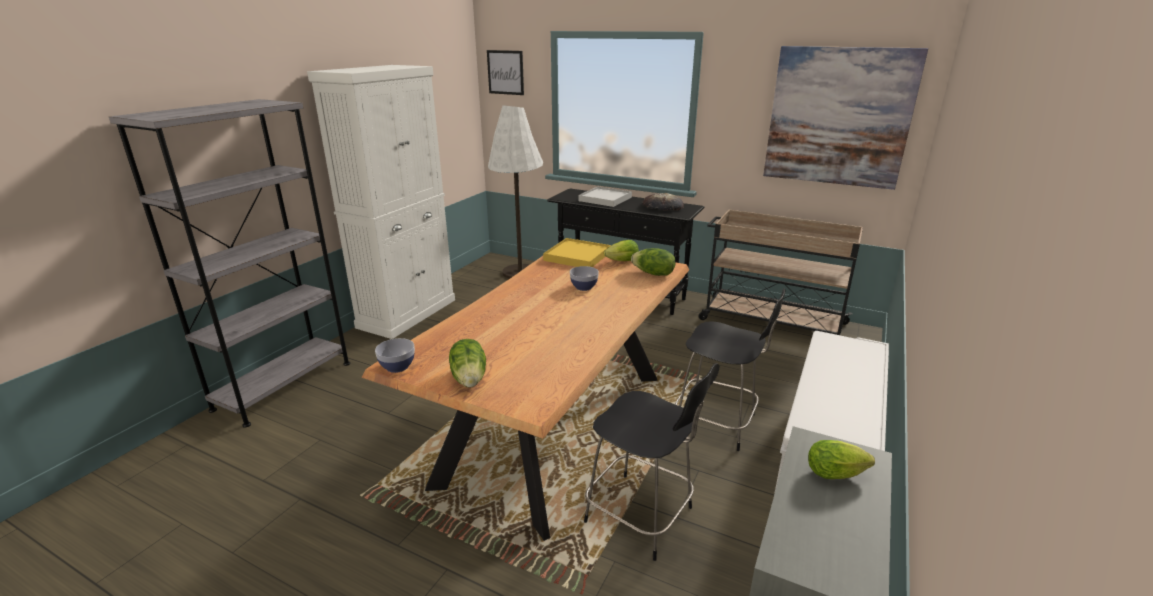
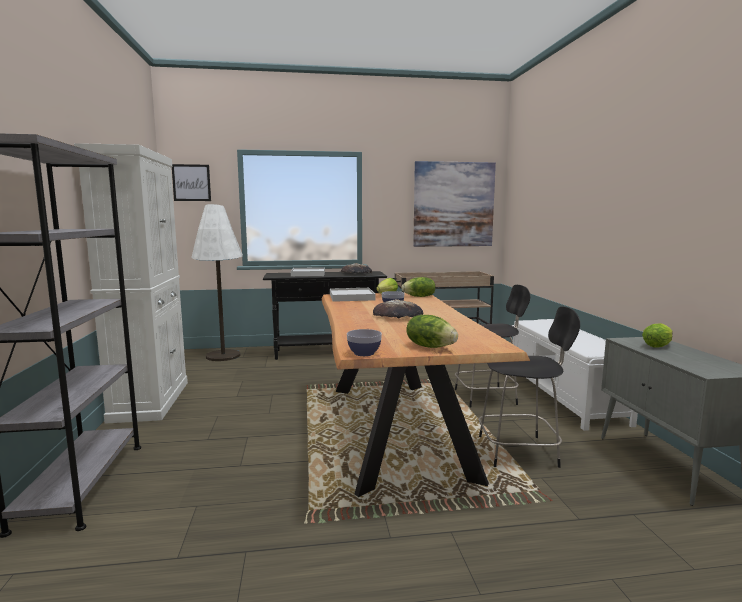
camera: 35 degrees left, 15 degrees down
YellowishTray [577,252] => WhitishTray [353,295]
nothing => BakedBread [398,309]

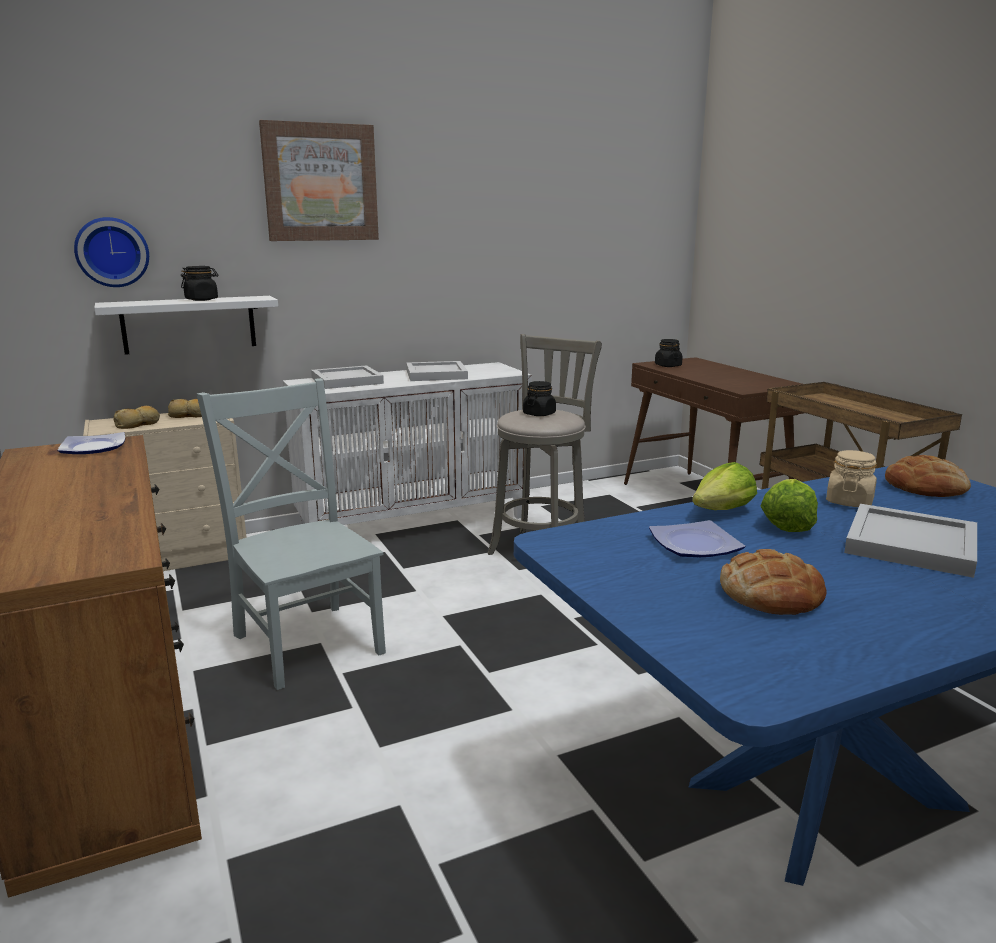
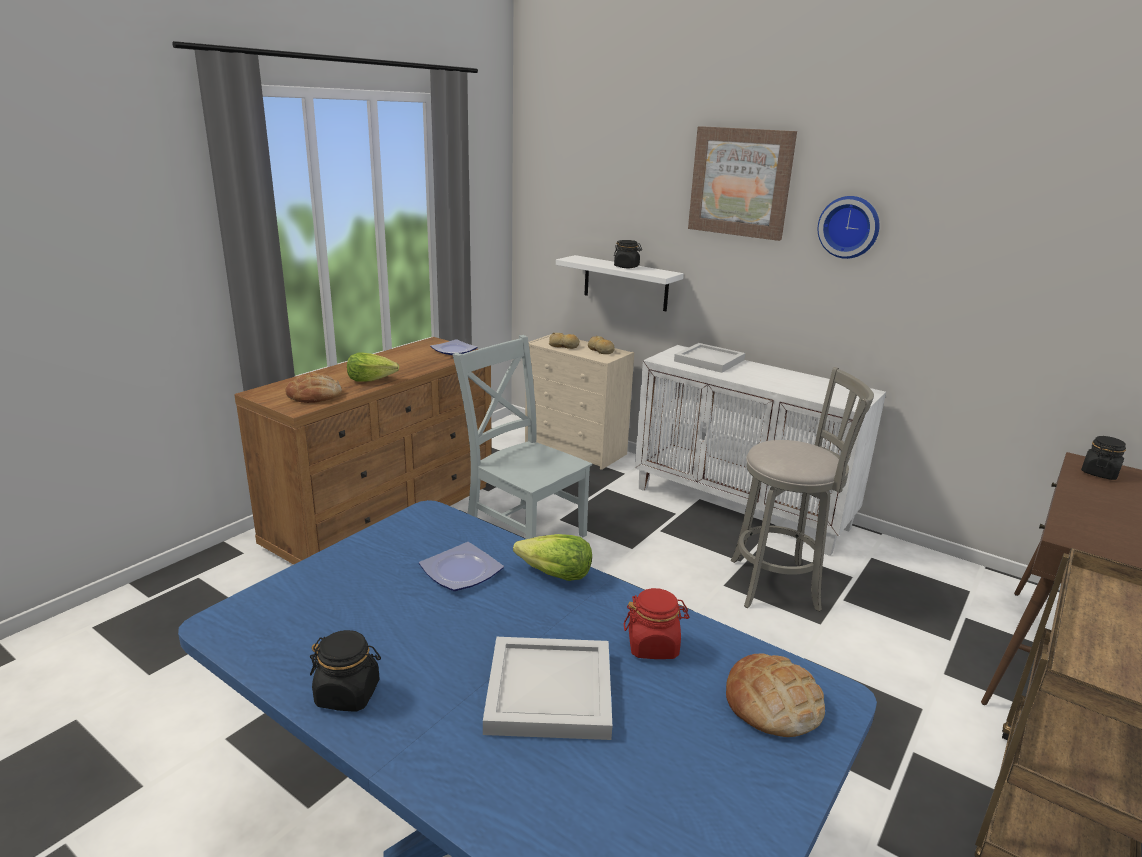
camera: 60 degrees right, 5 degrees up
BakedBread [773,582] => BakedBread [313,388], relocated
BlackishJar [539,398] => BlackishJar [345,671], relocated
Lettuce [789,505] => Lettuce [373,367], relocated
GreyChair [291,534] => GreyChair [522,437], 75 degrees counterclockwise
BeigeJar [851,478] => ReddishJar [656,623]
HangingClock [111,252] => HangingClock [849,227], relocated
WhitishTray [437,371] => nothing

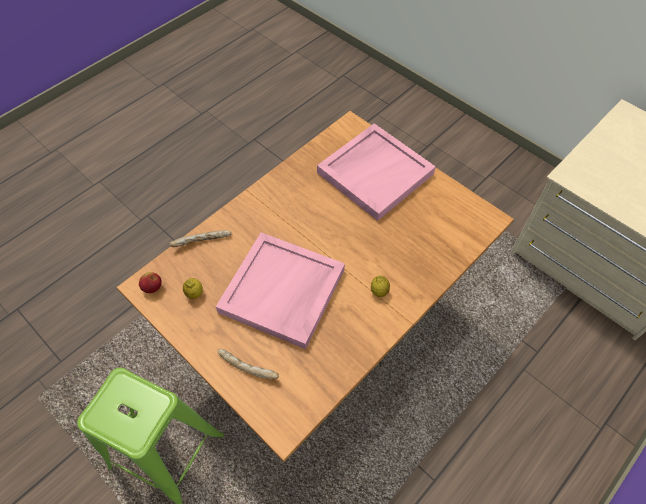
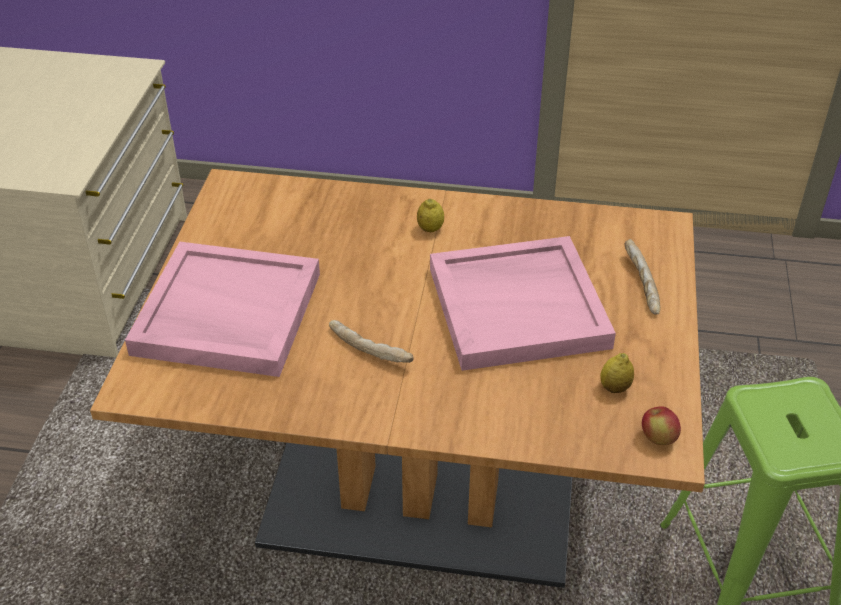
camera: 125 degrees left, 15 degrees down
BakedBread [201,238] => BakedBread [371,341], relocated

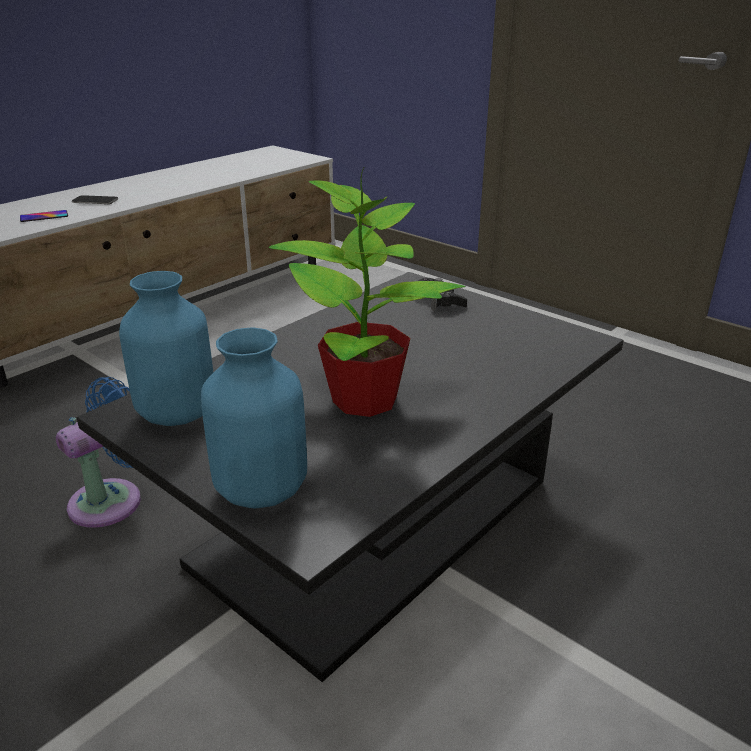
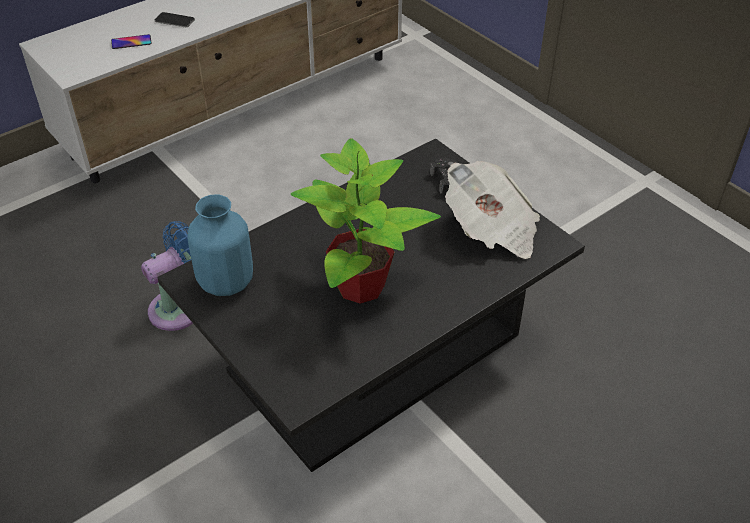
camera: 10 degrees right, 15 degrees up
nothing => Newspaper [492,210]
BluishFlowerVase [254,418] => nothing

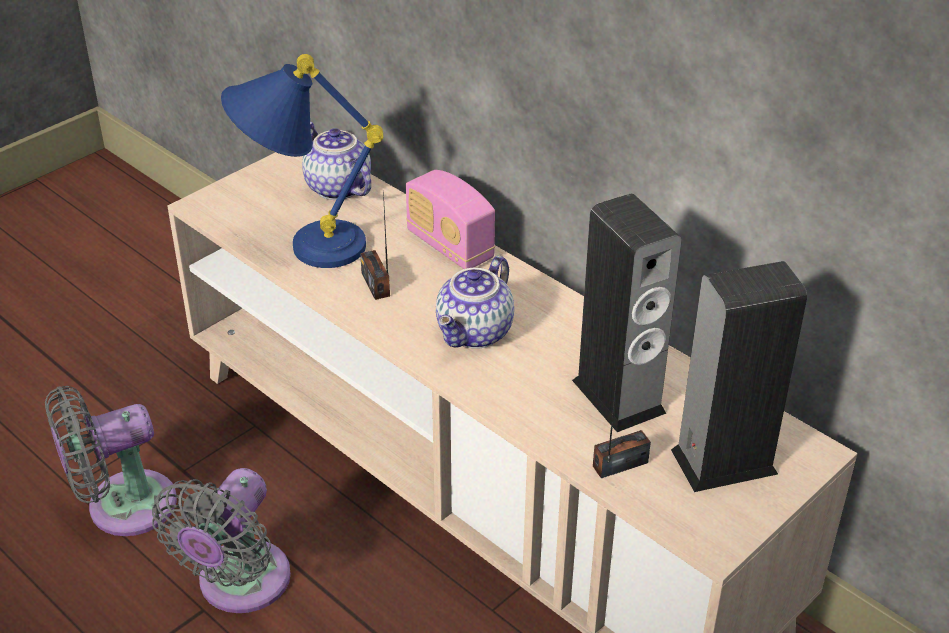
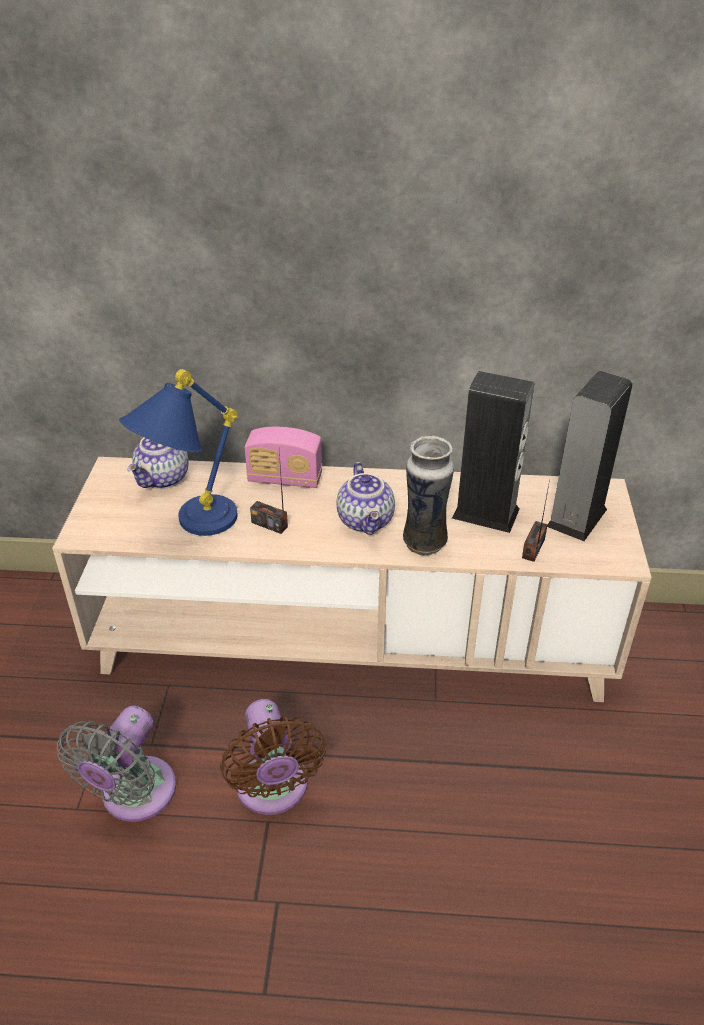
camera: 40 degrees left, 0 degrees up
TeaPot [336,161] => TeaPot [158,463], 75 degrees counterclockwise
GreyFan [221,540] => BrownishFan [273,757]
nothing => FlowerVase [428,495]

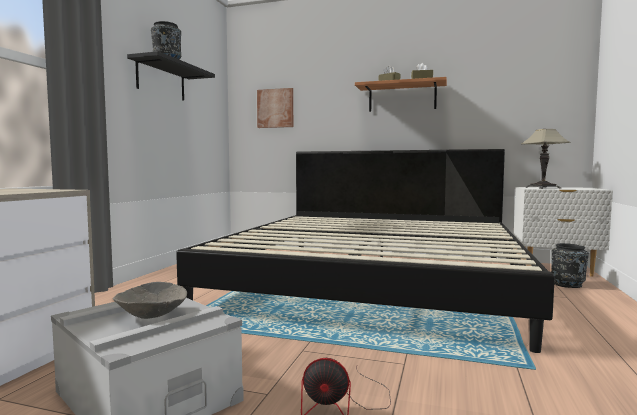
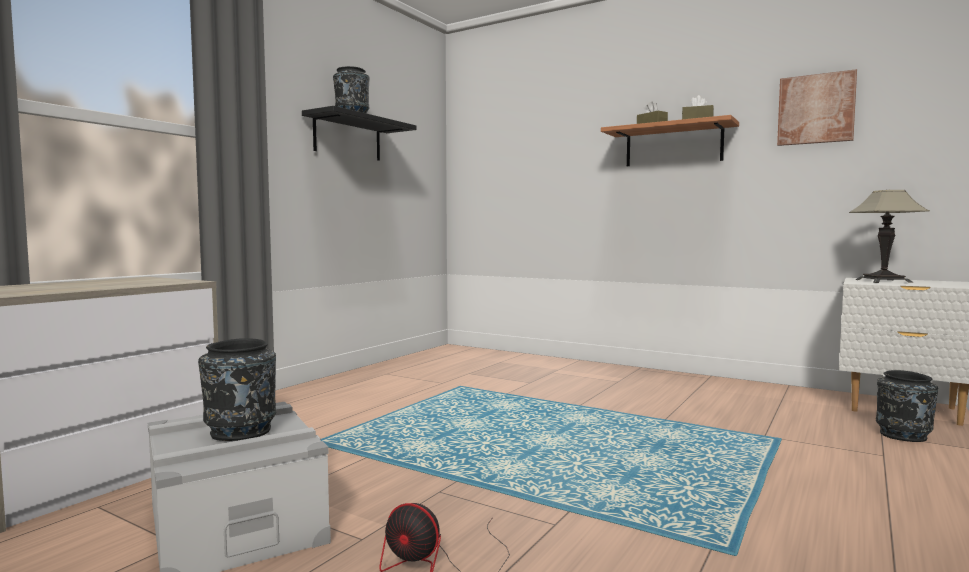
camera: 15 degrees right, 0 degrees up
GreyServingBowl [150,300] => BlackishFlowerVase [237,389]
WallArt [275,108] => WallArt [817,107], relocated
Bed [365,251] => nothing

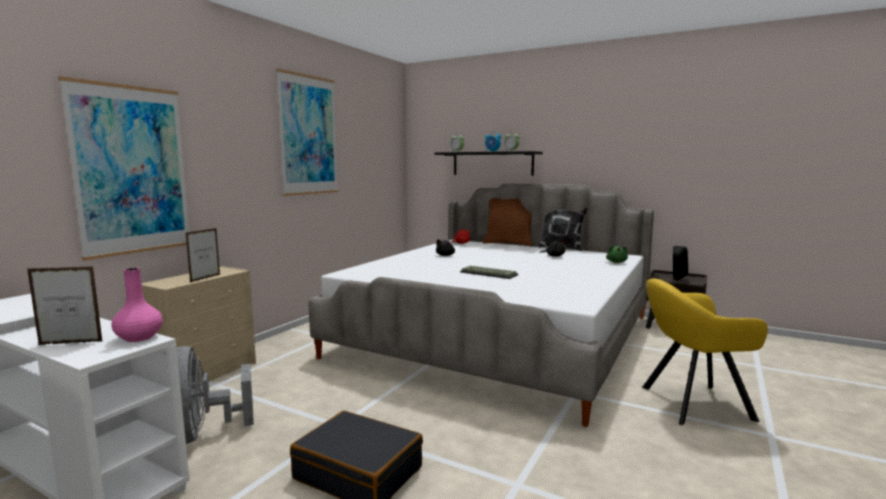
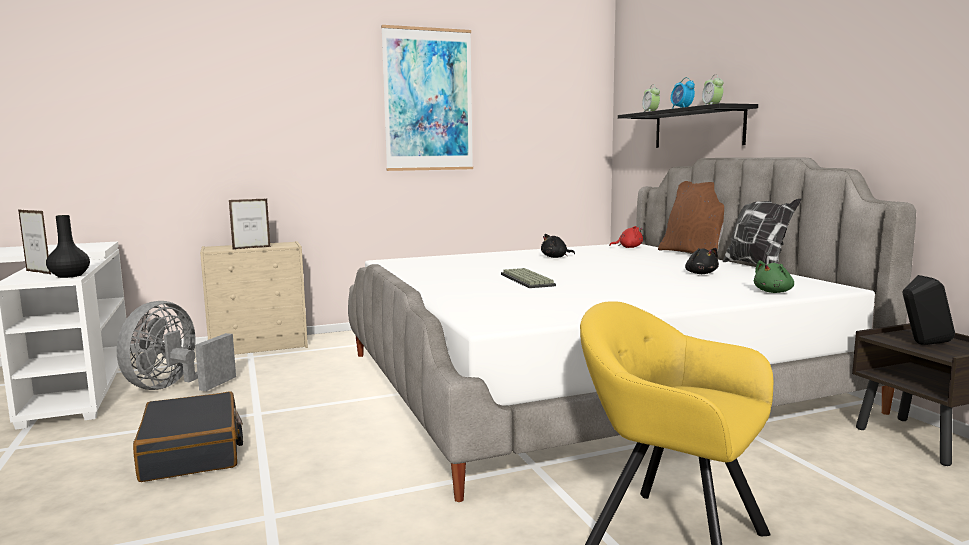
camera: 40 degrees right, 0 degrees up
PinkColouredFlowerVase [137,305] => BlackishFlowerVase [68,246]
WallArt [124,168] => nothing

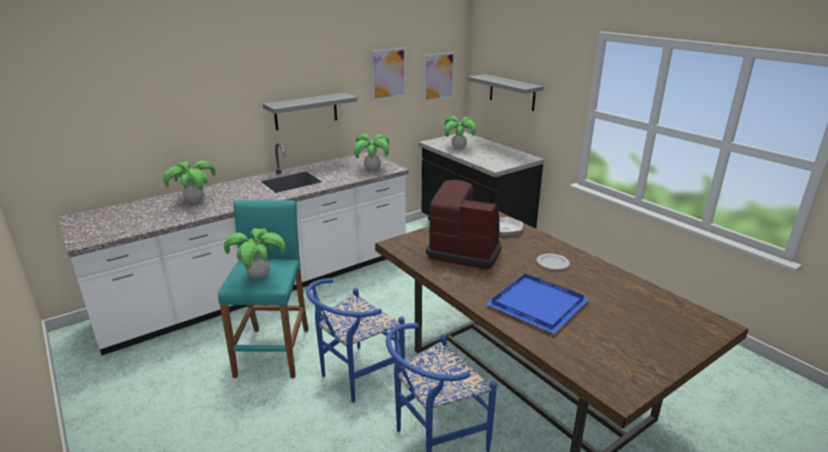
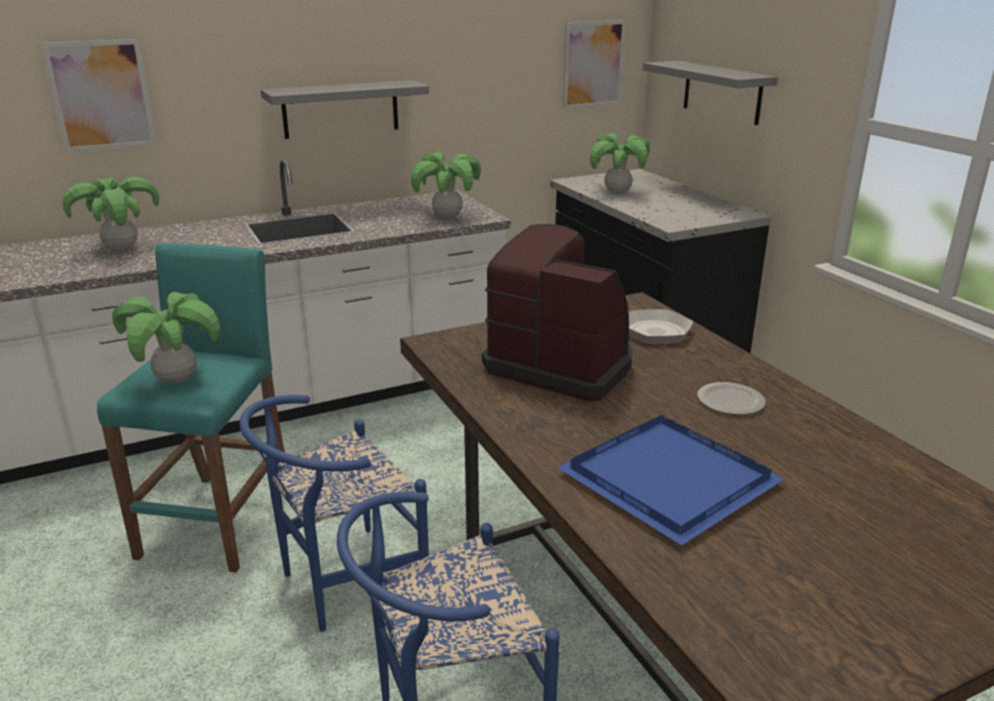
camera: 10 degrees right, 0 degrees up
WallArt [388,74] => WallArt [99,95], relocated

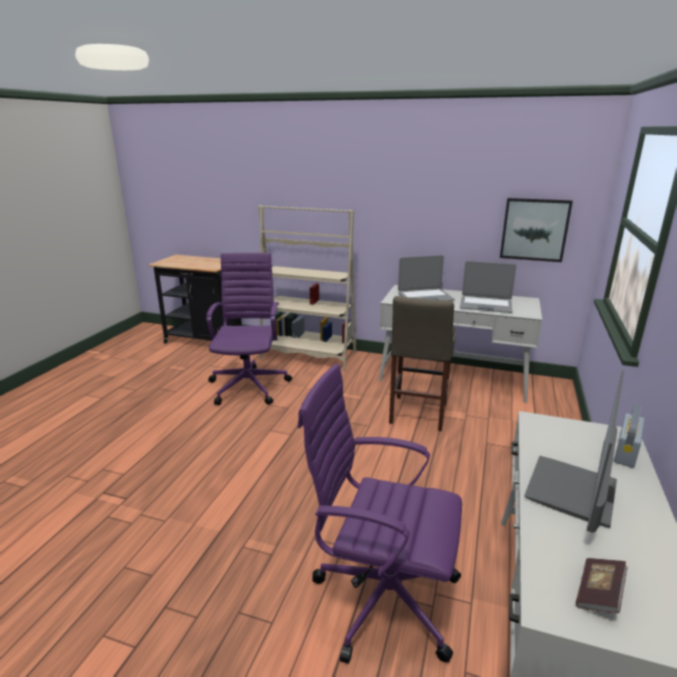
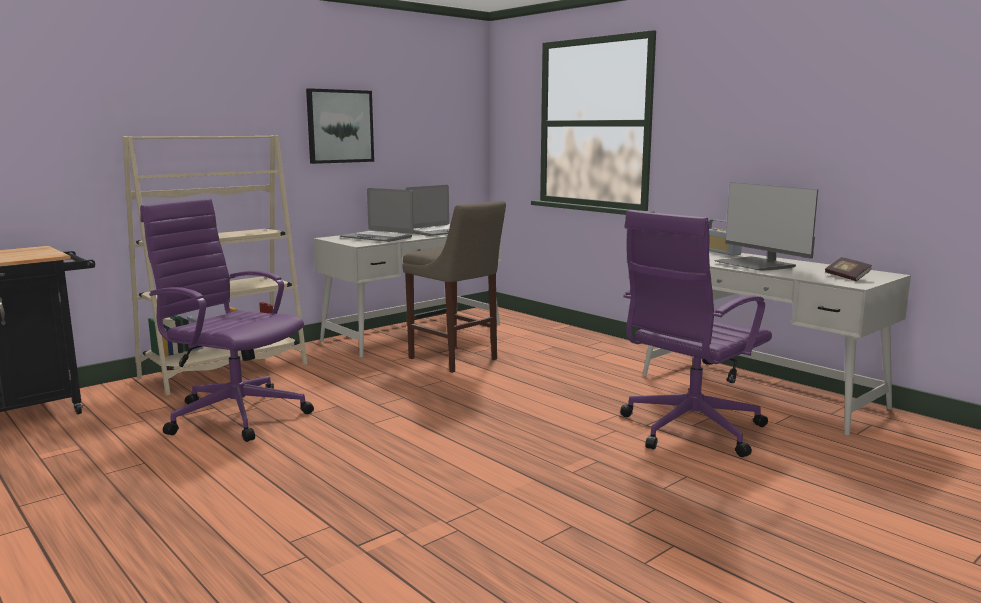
camera: 60 degrees left, 10 degrees down
WallArt [536,230] => WallArt [340,126], relocated
NotebookComputer [426,278] => NotebookComputer [377,215], 105 degrees clockwise

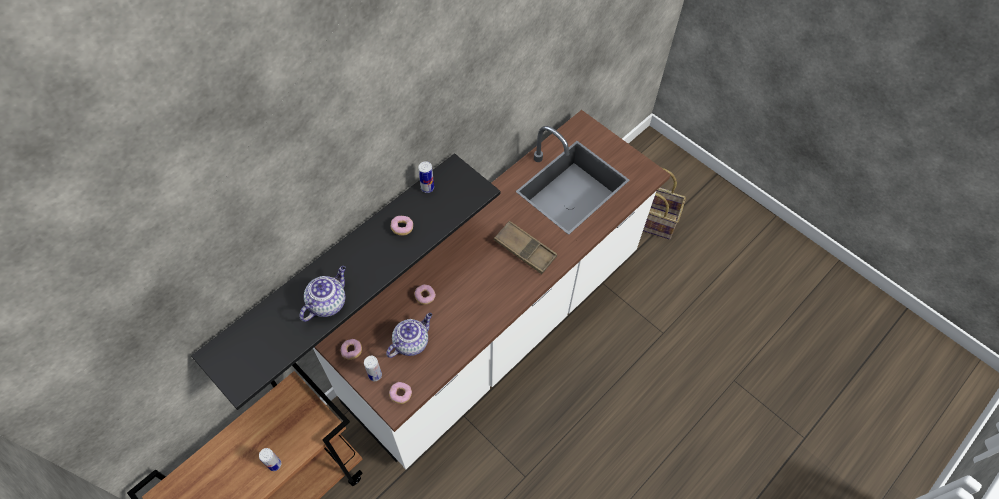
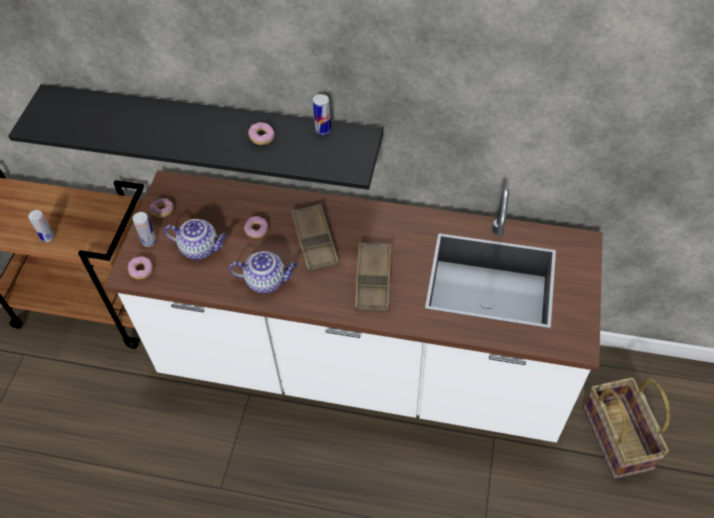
camera: 60 degrees right, 5 degrees down
TeaPot [323,294] => TeaPot [263,272], relocated
nothing => BrownishTray [315,238]

